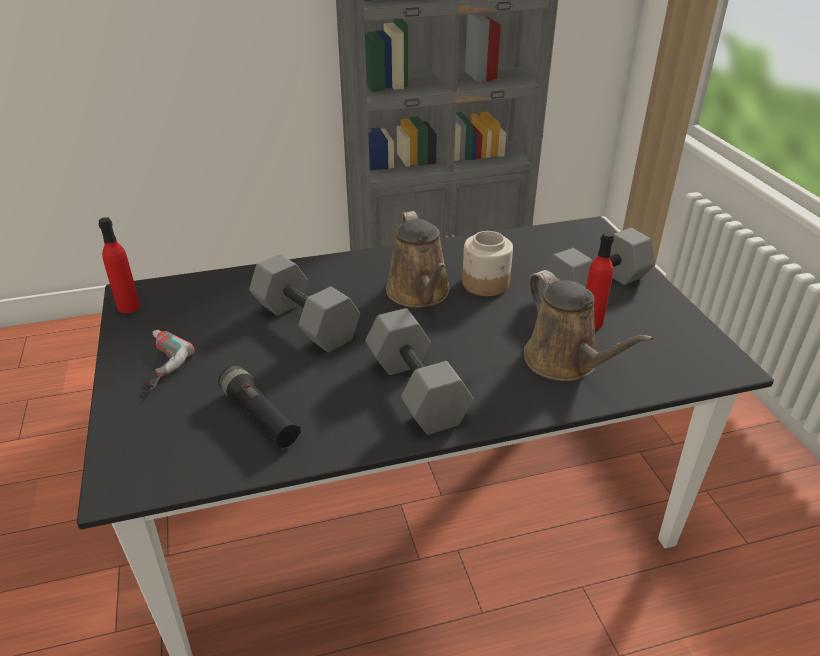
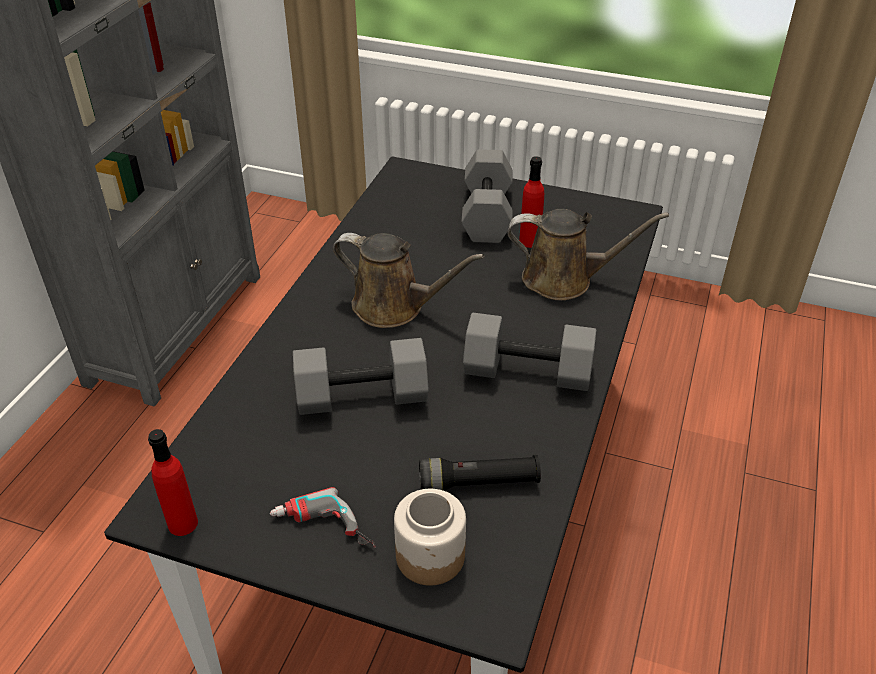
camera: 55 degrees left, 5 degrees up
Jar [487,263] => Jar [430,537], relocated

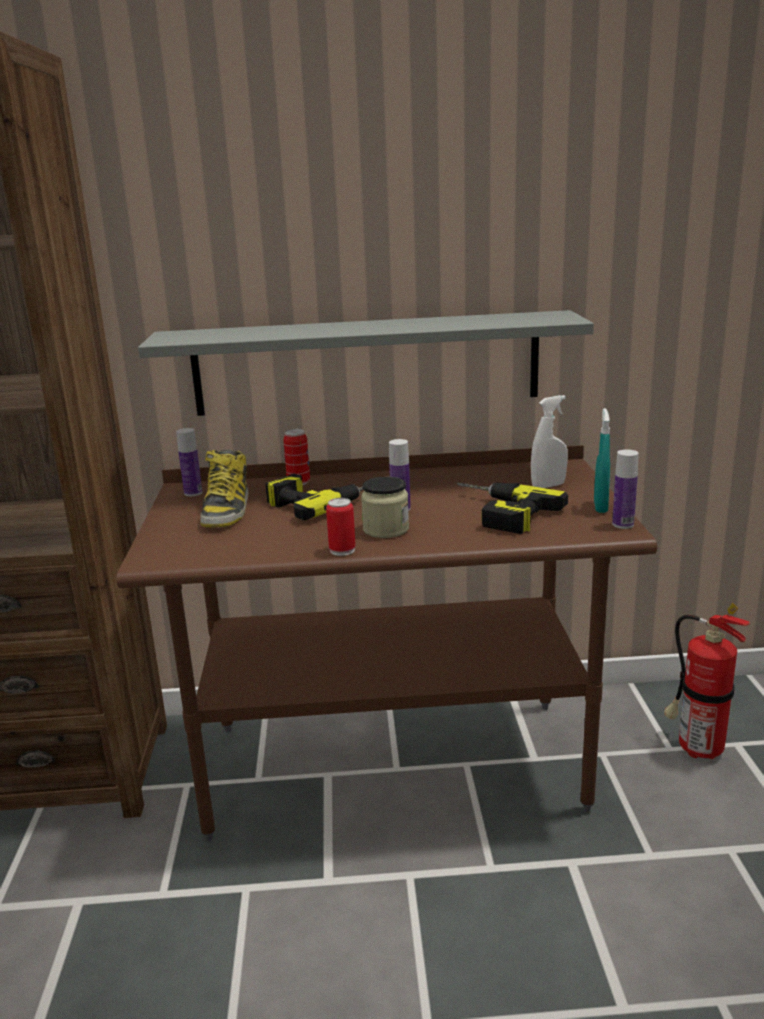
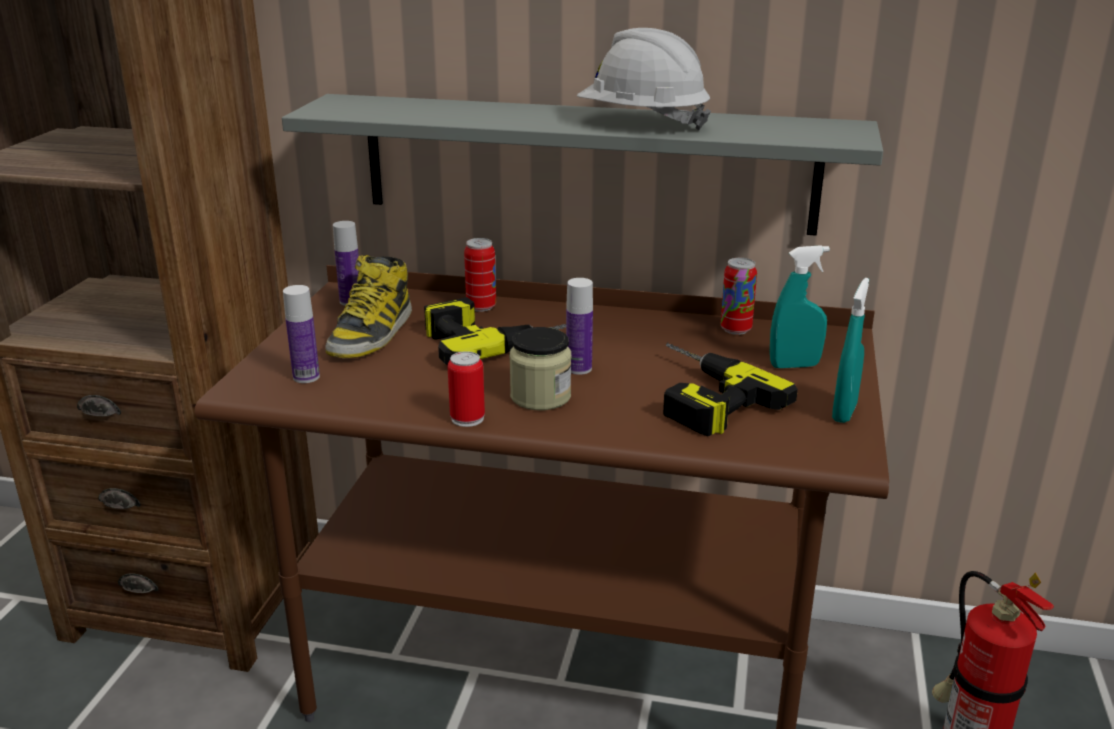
camera: 15 degrees right, 5 degrees up
Bottle [625,489] => Bottle [301,334], relocated
nothing => WhitishHardHat [644,79]
nothing => SealedCan [739,296]
WhitishSprayBottle [549,441] => TurquoiseColouredSprayBottle [800,306]

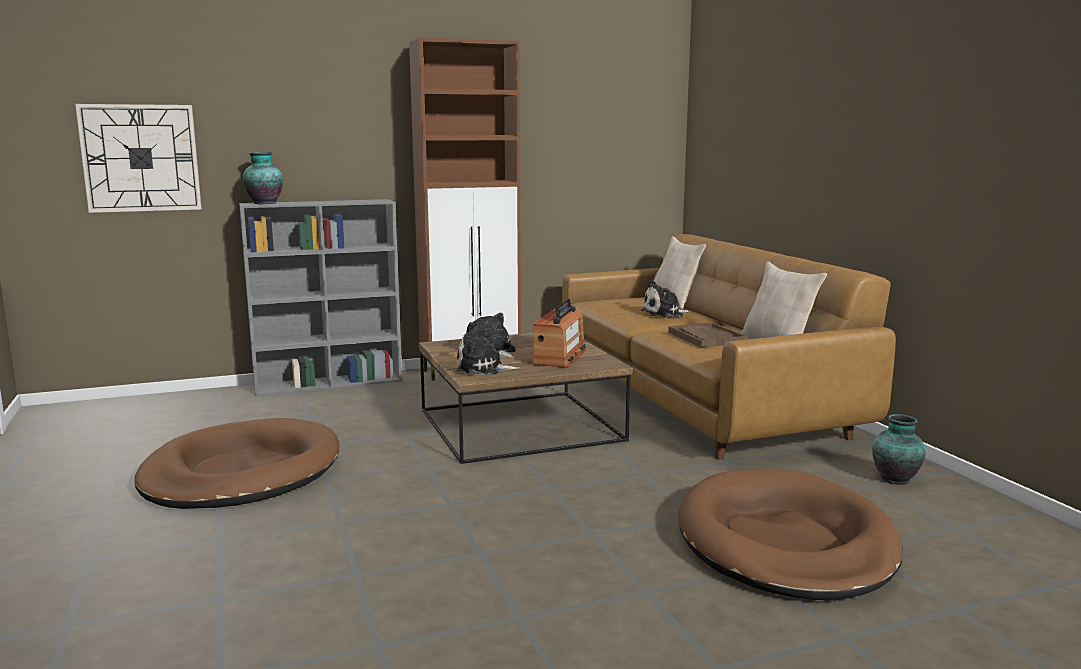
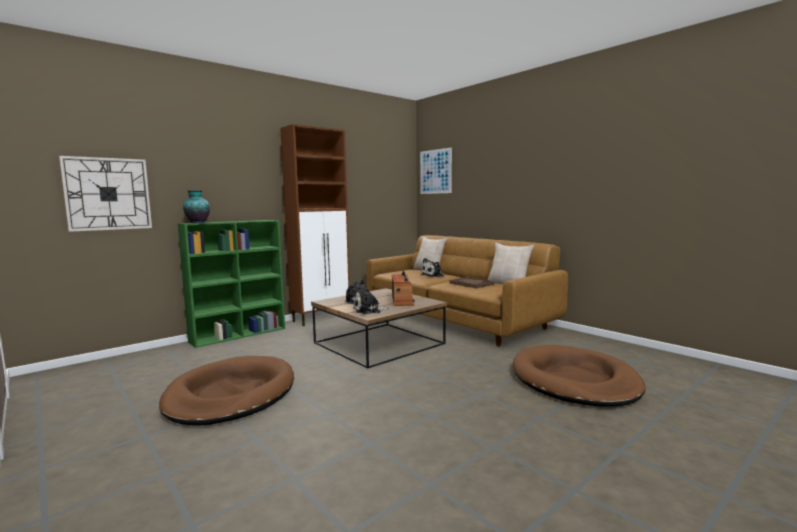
camera: 20 degrees left, 5 degrees down
GreyBookcase [320,297] => GreenishBookcase [231,284]
nothing => WallArt [436,171]
FlowerVase [899,449] => nothing

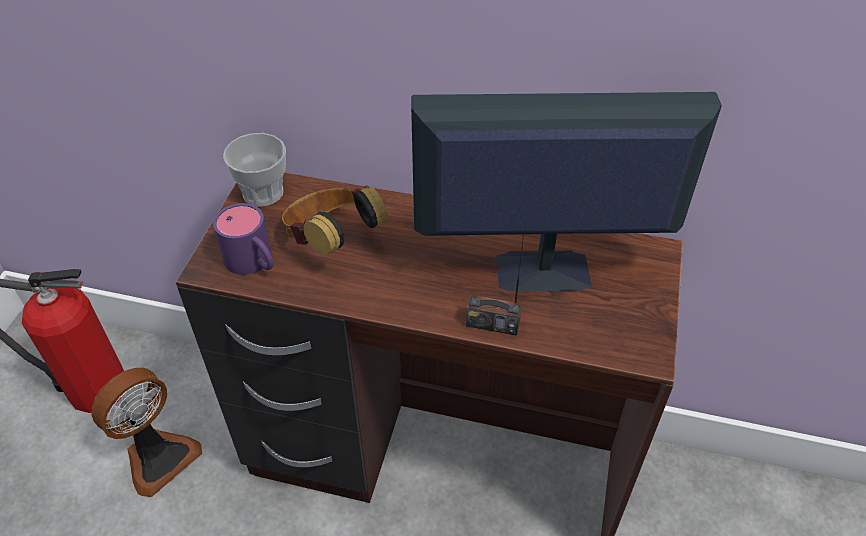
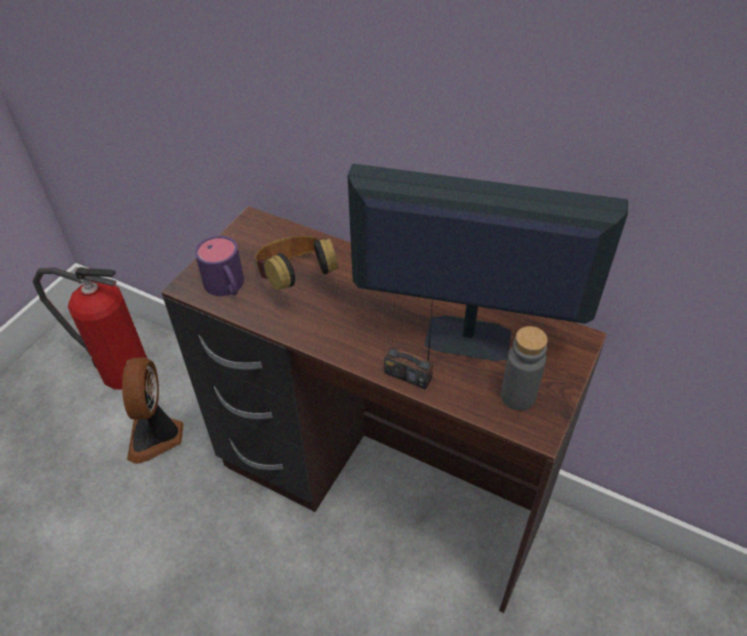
camera: 15 degrees right, 0 degrees up
Fan [146,432] => Fan [153,410], 120 degrees clockwise
nothing => GreyBottle [524,368]
SmallCup [254,170] => nothing

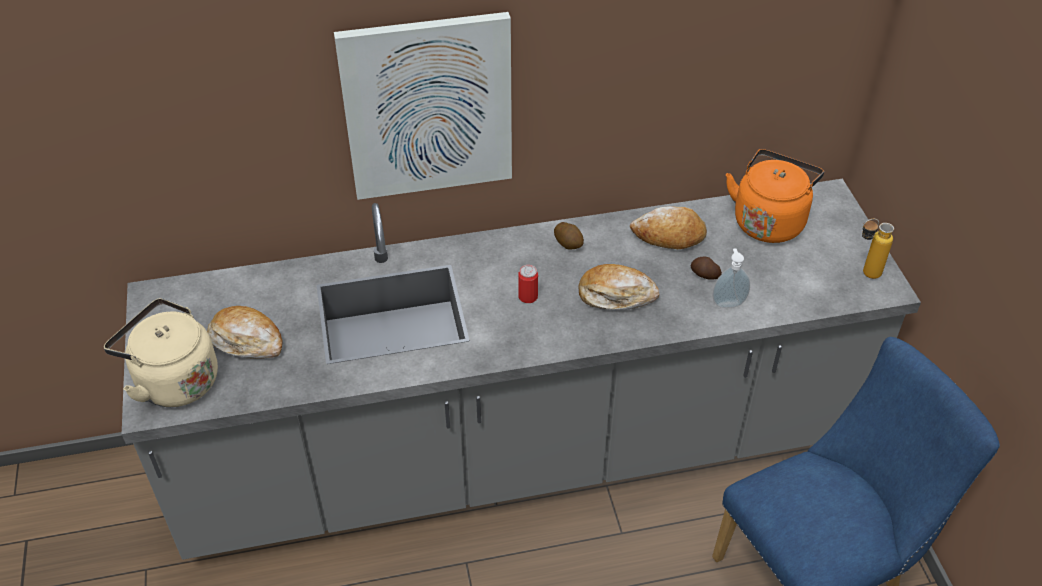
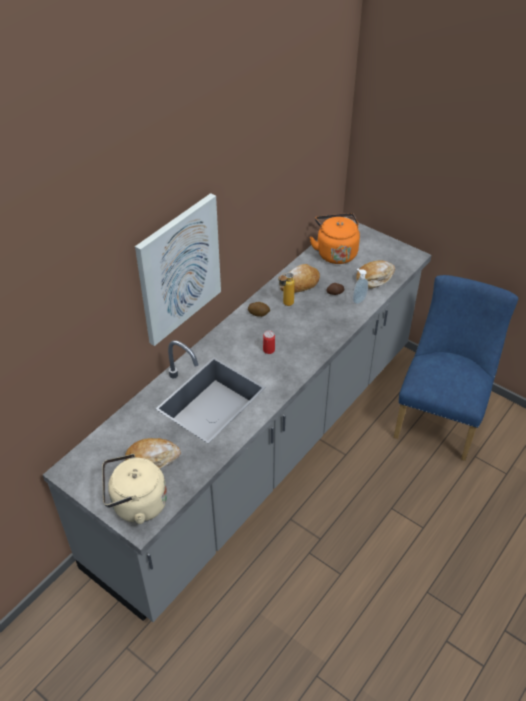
camera: 40 degrees left, 0 degrees up
Bottle [878,249] => Bottle [287,289], relocated
BakedBread [619,287] => BakedBread [375,274], relocated

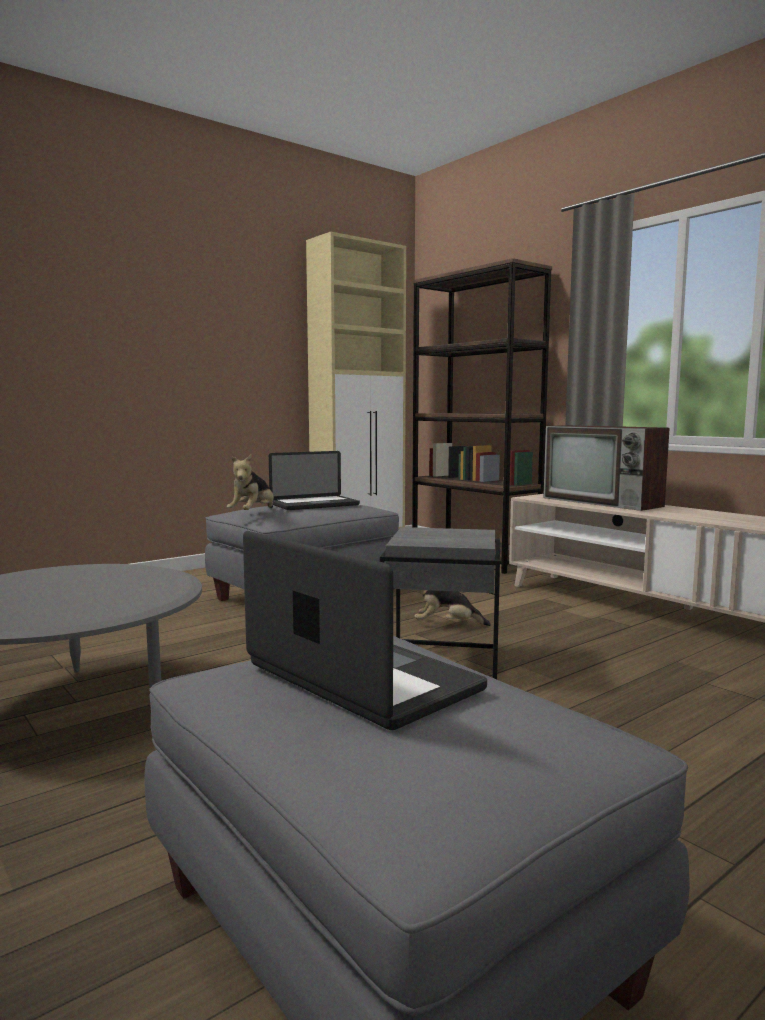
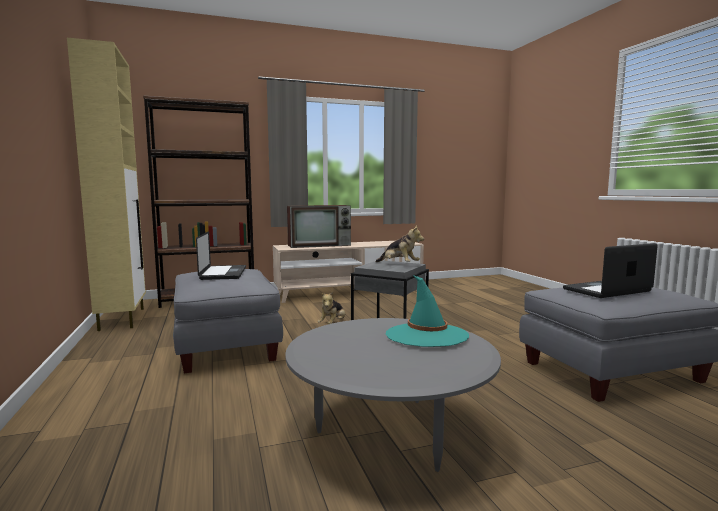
camera: 70 degrees left, 0 degrees up
SoftToy [250,482] => SoftToy [399,243], relocated
nothing => TurquoiseColouredWearableHat [427,311]

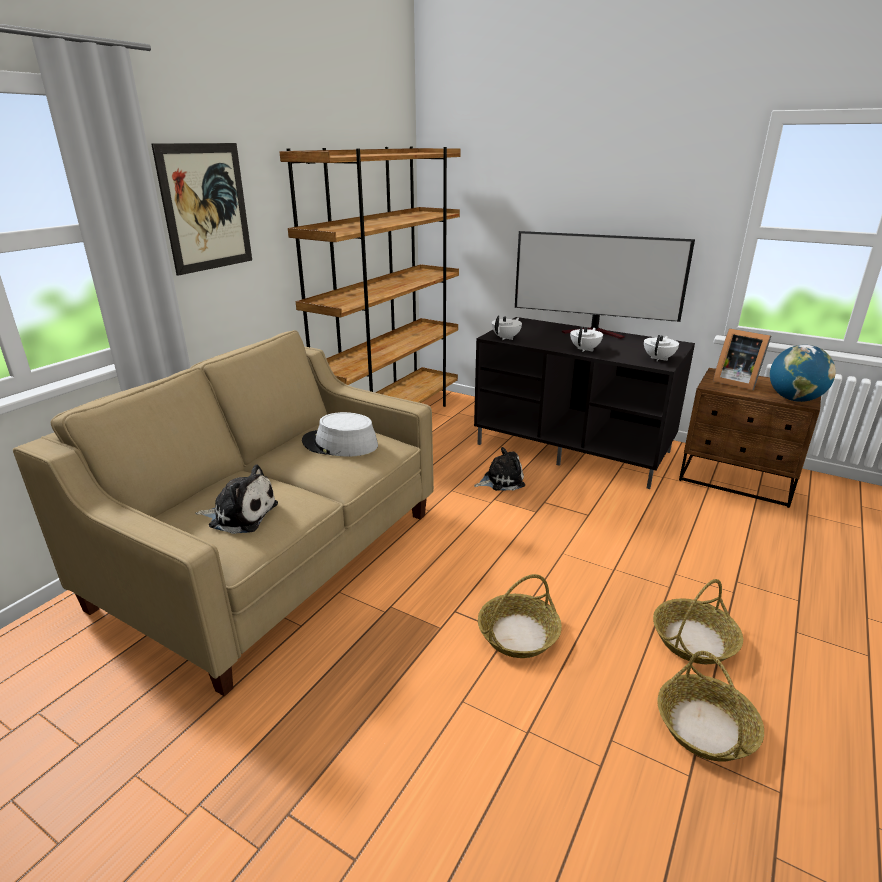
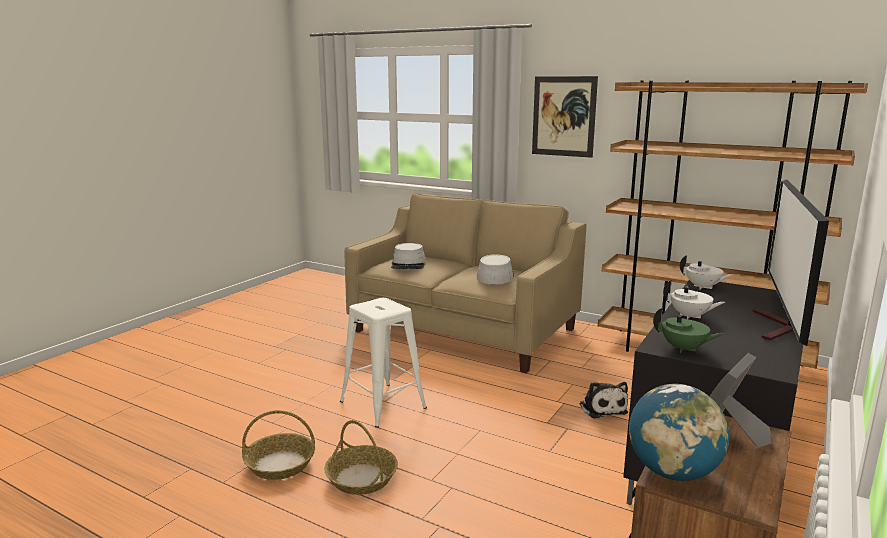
camera: 90 degrees right, 10 degrees down
HouseholdBasket [520,616] => WhitishSittingStool [383,363]
SoftToy [236,499] => GreyWearableHat [408,256]
WhitishTeaPot [661,348] => GreenishTeaPot [688,330]

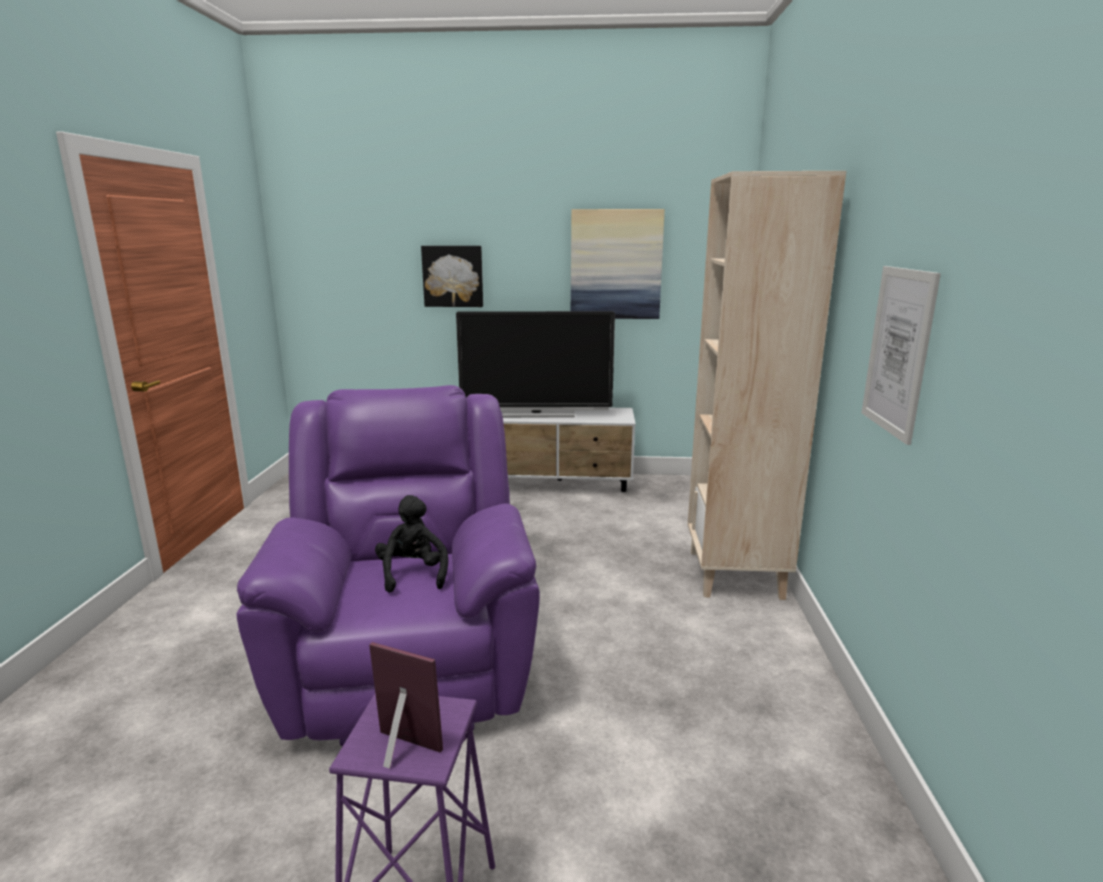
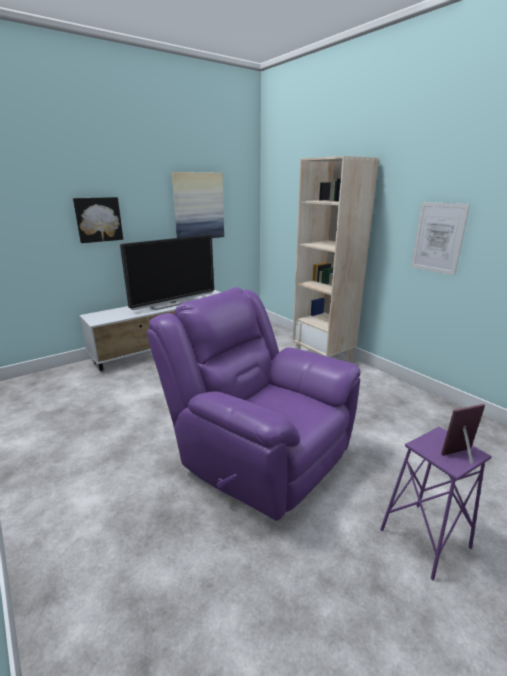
camera: 40 degrees left, 5 degrees up
BlackishSoftToy [411,544] => nothing

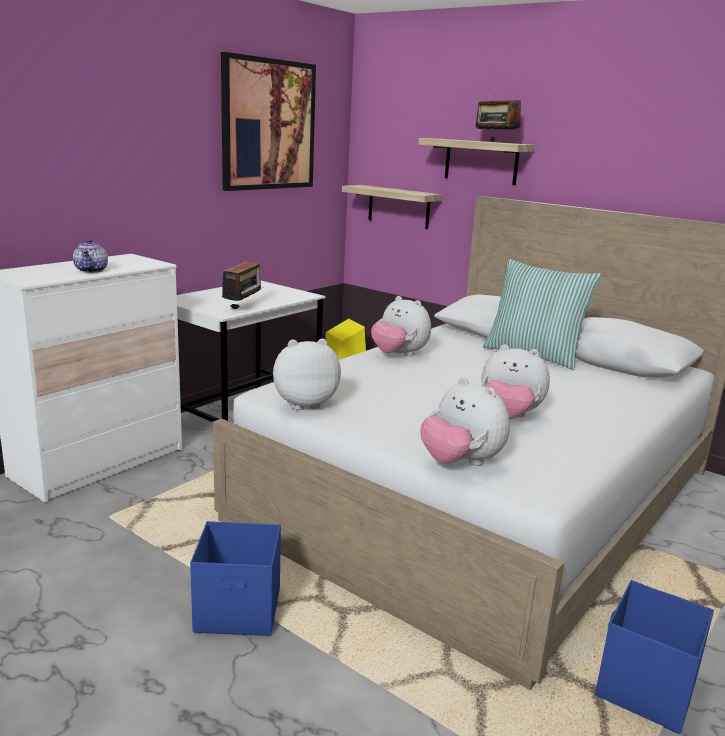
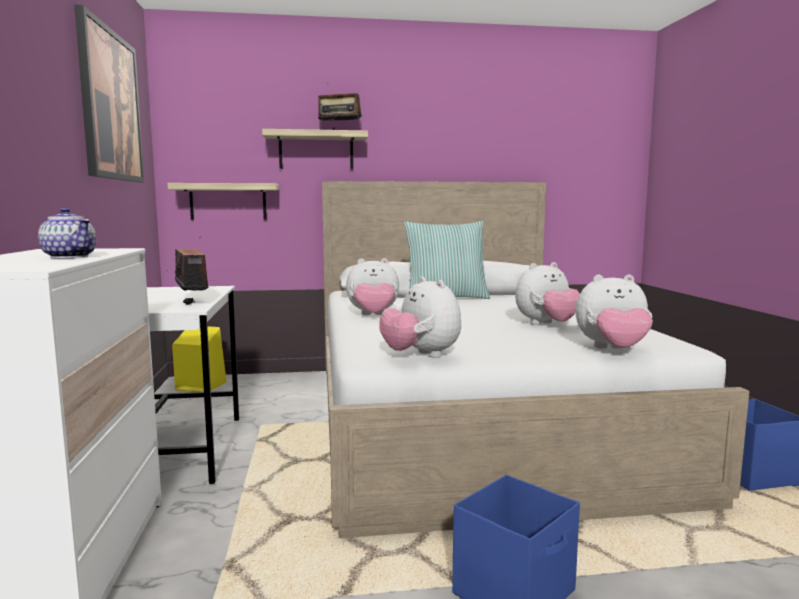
camera: 45 degrees left, 10 degrees down
SoftToy [307,374] => SoftToy [420,317], 60 degrees counterclockwise

